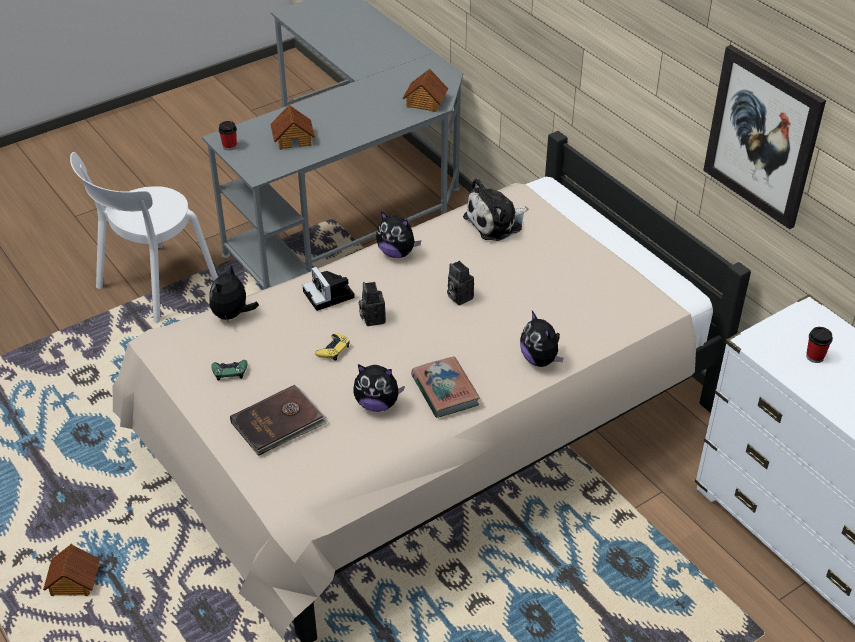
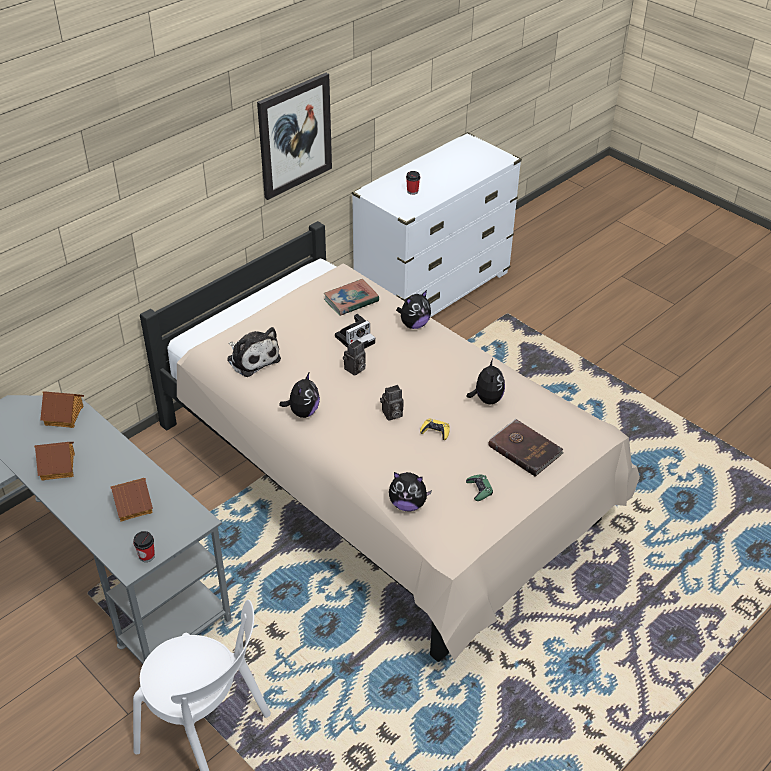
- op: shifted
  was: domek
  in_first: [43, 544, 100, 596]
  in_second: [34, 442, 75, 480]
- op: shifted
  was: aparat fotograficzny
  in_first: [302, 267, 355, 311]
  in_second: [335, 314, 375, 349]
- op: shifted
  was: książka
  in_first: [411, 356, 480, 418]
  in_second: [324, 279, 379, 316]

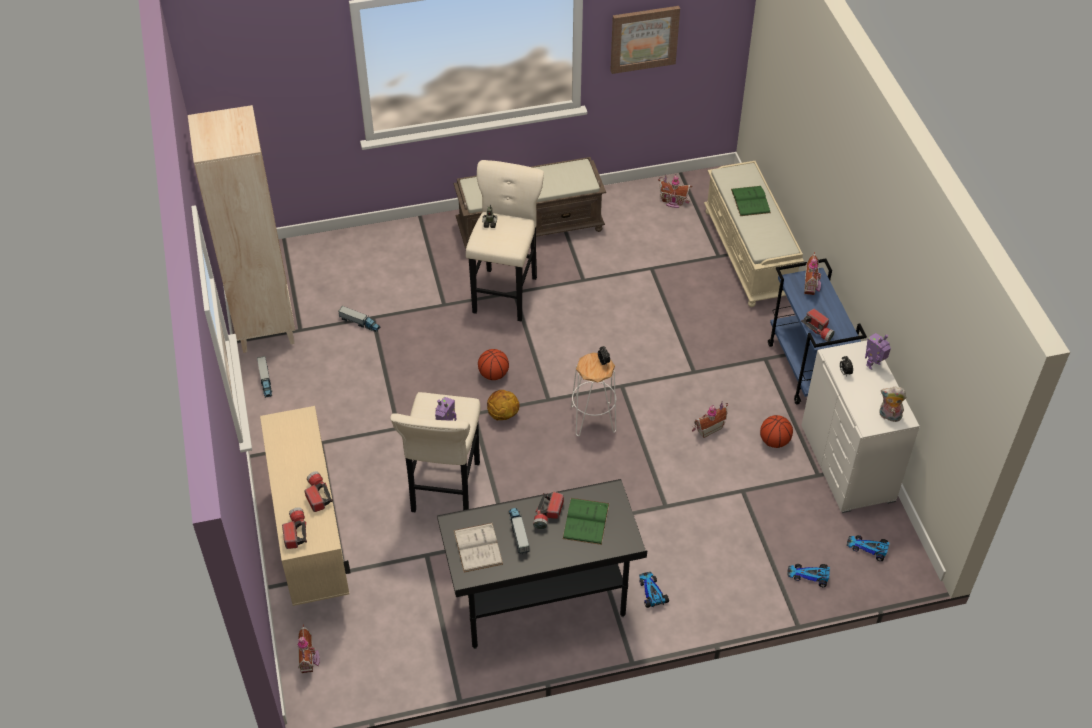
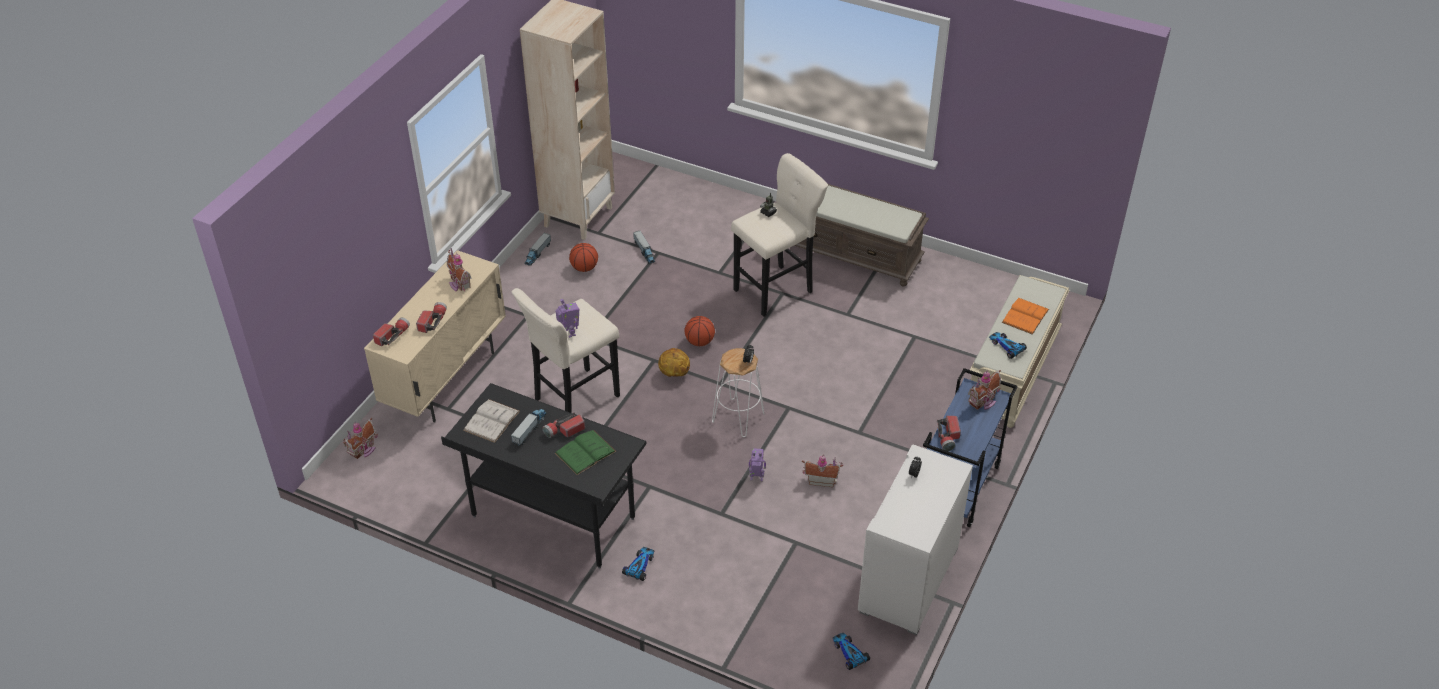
- op: gone
  was: obraz
  in_first: [610, 6, 680, 74]
- op: gone
  was: pluszak
  in_first: [879, 387, 906, 422]
- op: shifted
  was: domek
  in_first: [658, 174, 692, 208]
  in_second: [447, 248, 472, 292]
- op: shifted
  was: piłka do koszykówki
  in_first: [760, 415, 793, 448]
  in_second: [569, 243, 598, 272]
- op: shifted
  was: samochodzik
  in_first: [787, 564, 830, 587]
  in_second: [989, 332, 1027, 359]
- op: shifted
  was: robot zabawkowy
  in_first: [865, 333, 891, 370]
  in_second: [749, 448, 766, 481]
- op: repainted
  was: książka [zielony]
  now: książka [pomarańczowy]
  in_first: [731, 186, 771, 216]
  in_second: [1002, 298, 1049, 335]

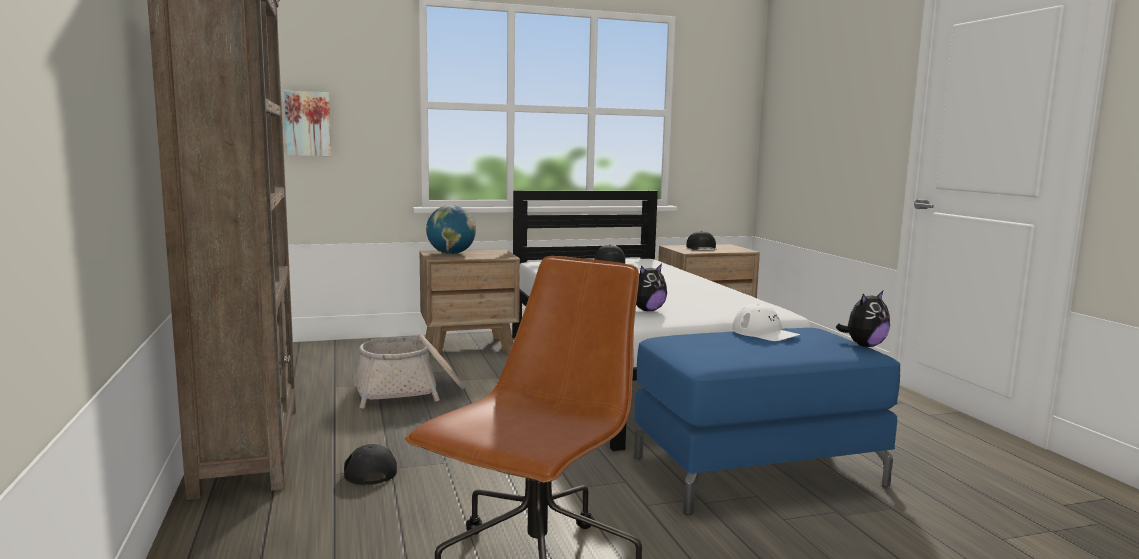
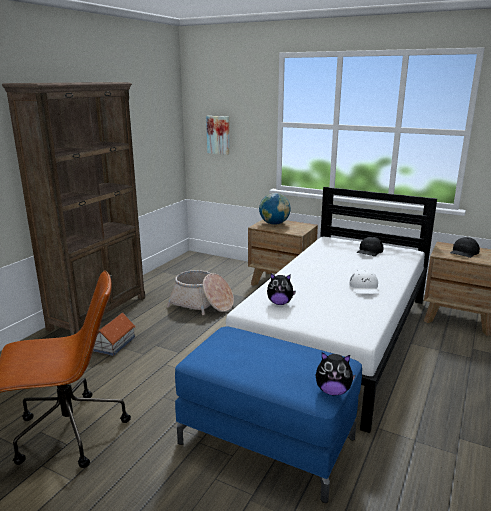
- op: shifted
  was: czapka z daszkiem [biały]
  in_first: [732, 304, 800, 341]
  in_second: [349, 269, 379, 294]
- op: swapped
  was: czapka z daszkiem [czarny]
  now: domek
  in_first: [344, 444, 397, 485]
  in_second: [93, 312, 136, 356]

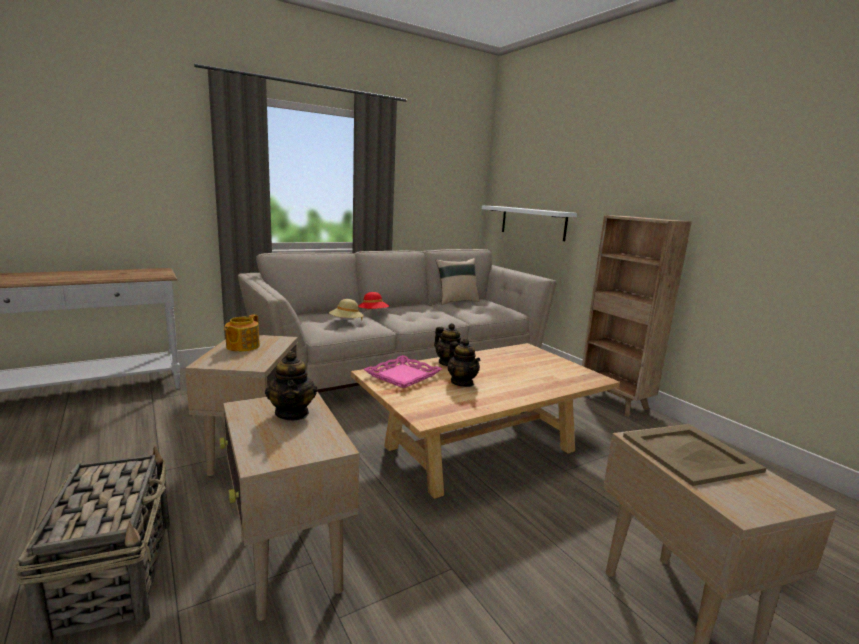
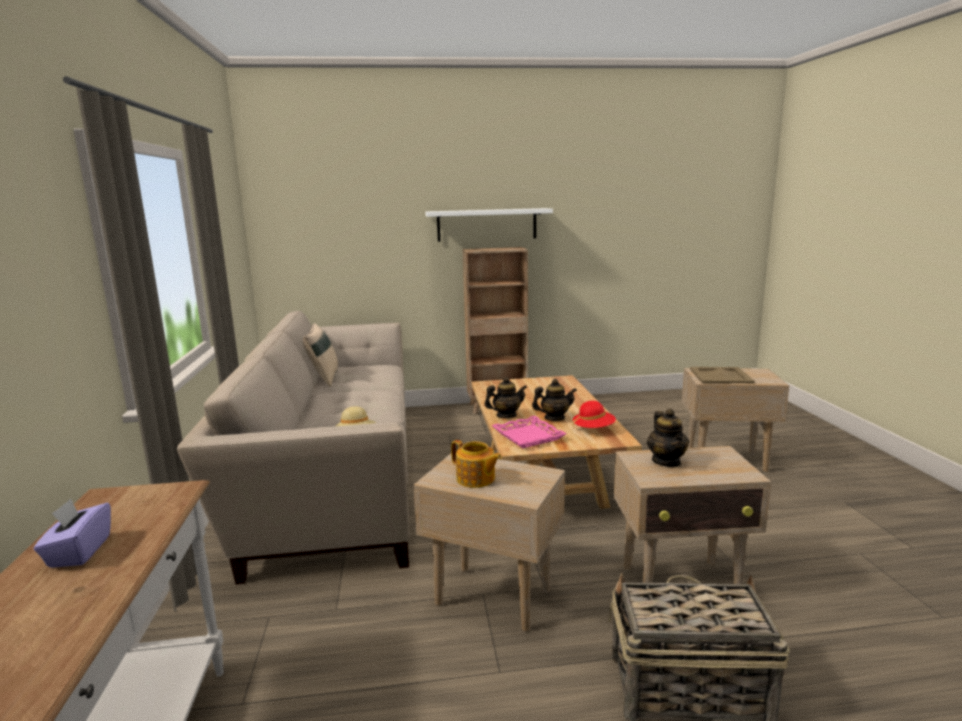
- op: new
  now: pudełko chusteczek [fioletowy]
  in_second: [34, 498, 111, 568]
- op: shifted
  was: kapelusz [czerwony]
  in_first: [358, 292, 389, 310]
  in_second: [573, 401, 616, 428]
- op: shifted
  was: półka [biały]
  in_first: [482, 206, 577, 241]
  in_second: [425, 208, 553, 242]
- op: rotated
  was: imbryk
  in_first: [265, 351, 317, 420]
  in_second: [647, 409, 689, 467]
  clockwise: 75

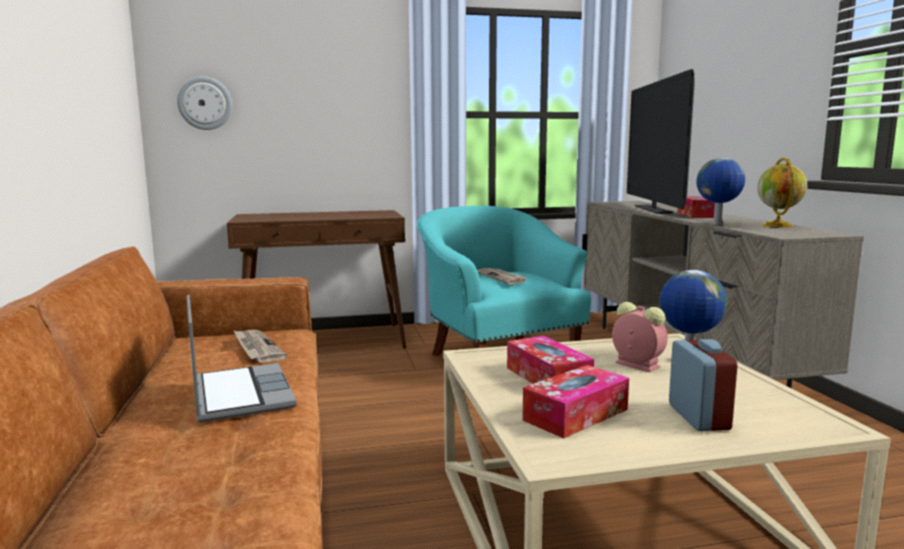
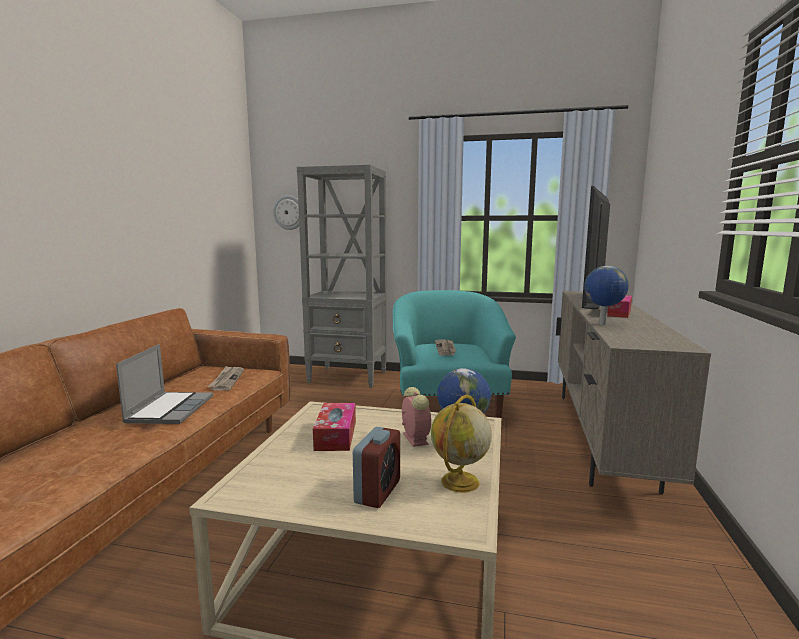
- op: gone
  was: pudełko chusteczek
  in_first: [523, 365, 629, 438]
- op: shifted
  was: globus
  in_first: [757, 158, 807, 228]
  in_second: [431, 395, 492, 493]
- op: swapped
  was: stolik konsolowy [brązowy]
  now: regał [szary]
  in_first: [227, 210, 406, 349]
  in_second: [297, 165, 387, 388]

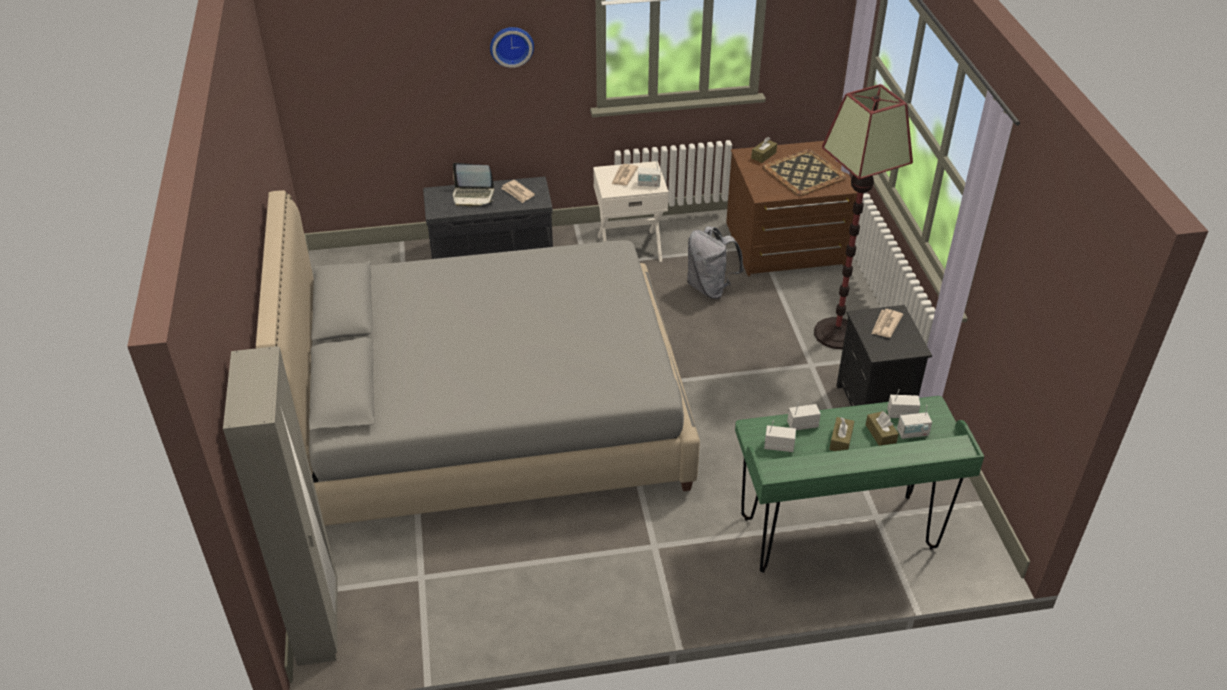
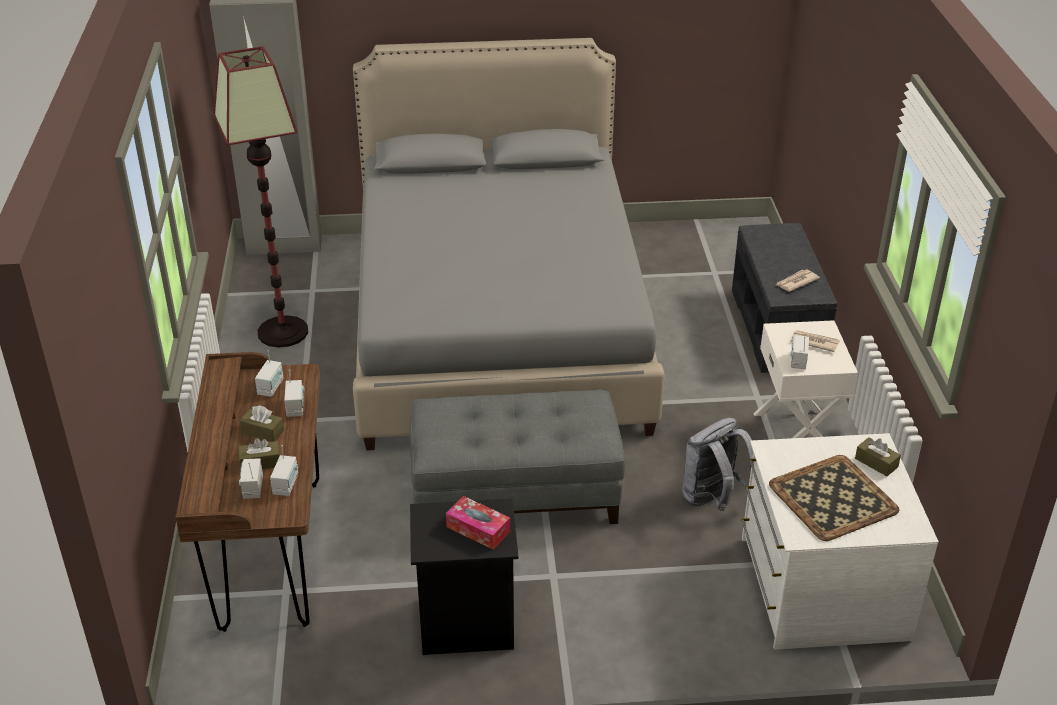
- op: gone
  was: laptop
  in_first: [452, 163, 494, 207]
- op: gone
  was: zegar ścienny
  in_first: [490, 27, 534, 68]
- op: new
  now: pufa [szary]
  in_second: [410, 389, 626, 524]
- op: shifted
  was: lampa stojąca
  in_first: [814, 84, 913, 349]
  in_second: [213, 46, 308, 348]
- op: swapped
  was: gazeta
  now: pudełko chusteczek
  in_first: [871, 309, 903, 338]
  in_second: [446, 496, 510, 550]
- op: repainted
  was: komoda [brązowy]
  now: komoda [biały]
  in_first: [726, 141, 857, 276]
  in_second: [741, 433, 939, 650]
- op: repainted
  was: biurko [zielony]
  now: biurko [brązowy]
  in_first: [735, 396, 984, 573]
  in_second: [175, 352, 320, 632]

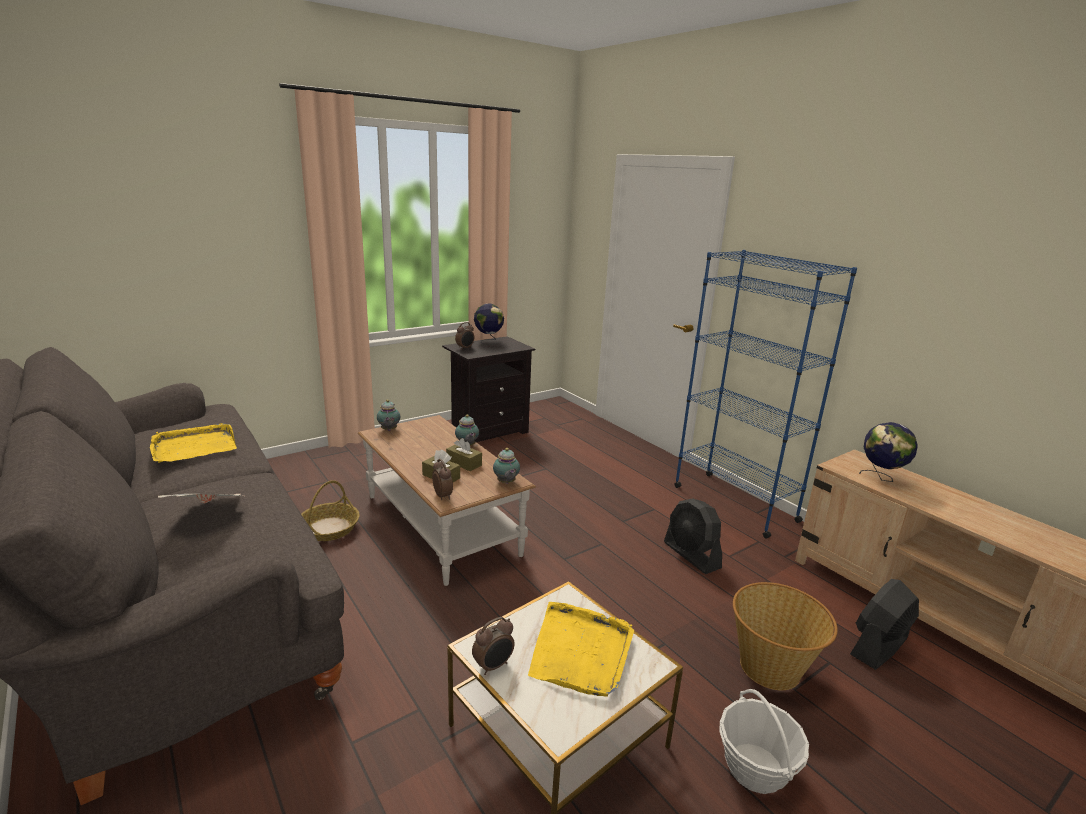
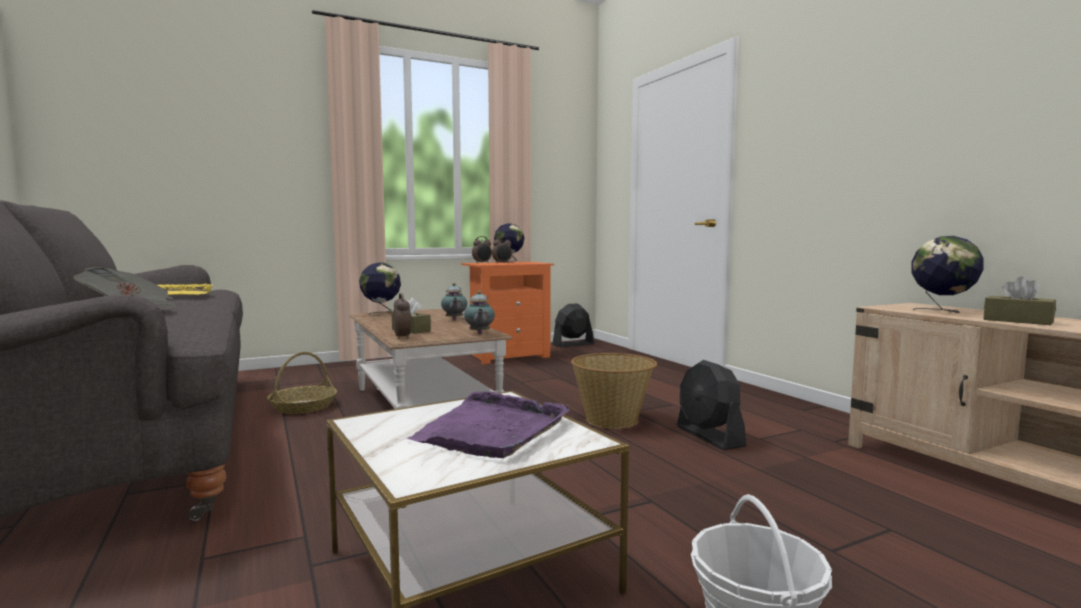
- op: gone
  was: regał [niebieski]
  in_first: [674, 250, 857, 539]
- op: shifted
  was: pudełko chusteczek [brązowy]
  in_first: [446, 438, 482, 471]
  in_second: [983, 277, 1056, 325]
- op: shifted
  was: budzik
  in_first: [472, 617, 515, 675]
  in_second: [492, 236, 512, 264]
- op: shifted
  was: koszyk
  in_first: [733, 582, 838, 690]
  in_second: [571, 353, 657, 429]
- op: shifted
  was: wentylator [czarny]
  in_first: [850, 579, 919, 670]
  in_second: [552, 303, 594, 347]
- op: swapped
  was: imbryk
  now: globus
  in_first: [377, 400, 400, 431]
  in_second: [359, 262, 401, 316]
- op: repainted
  was: szafka nocna [czarny]
  now: szafka nocna [pomarańczowy]
  in_first: [442, 336, 535, 442]
  in_second: [461, 262, 554, 364]
- op: repainted
  was: taca [żółty]
  now: taca [fioletowy]
  in_first: [528, 602, 634, 697]
  in_second: [407, 392, 570, 458]

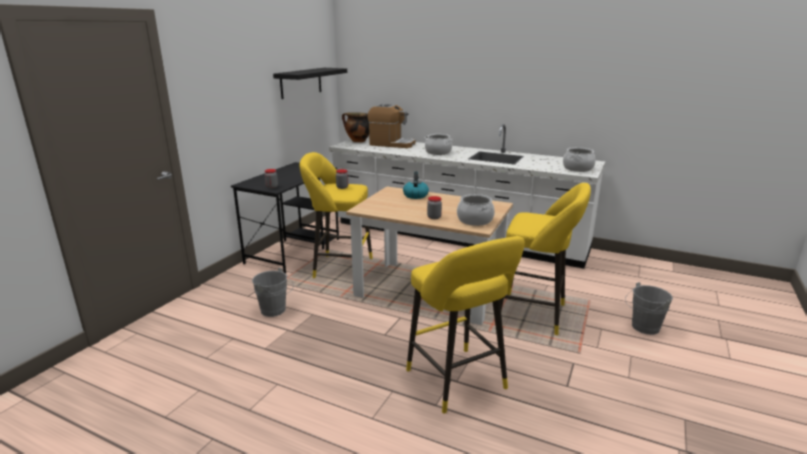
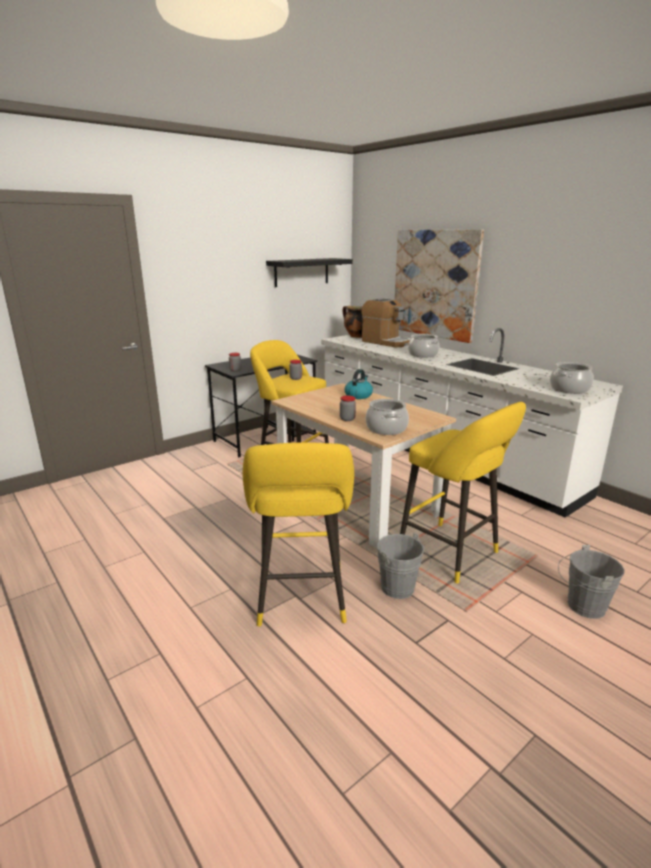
- op: new
  now: obraz
  in_second: [395, 229, 484, 343]
- op: shifted
  was: wiadro [szary]
  in_first: [252, 268, 294, 317]
  in_second: [377, 533, 431, 599]

